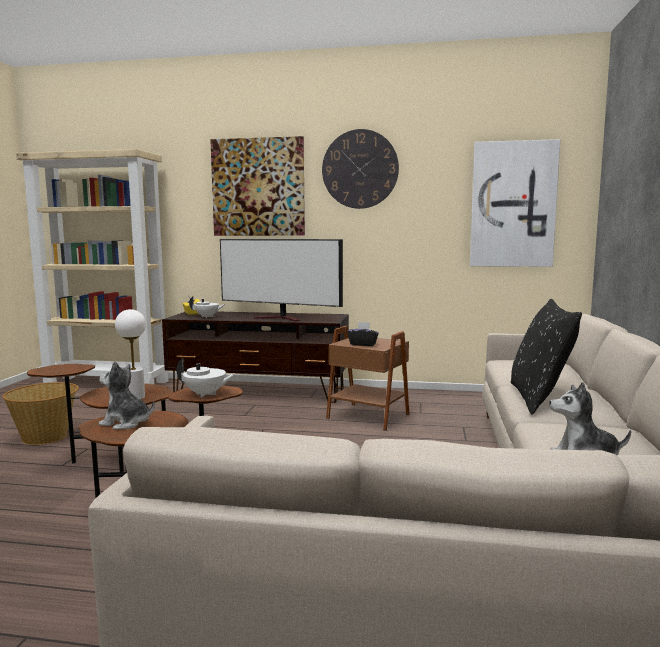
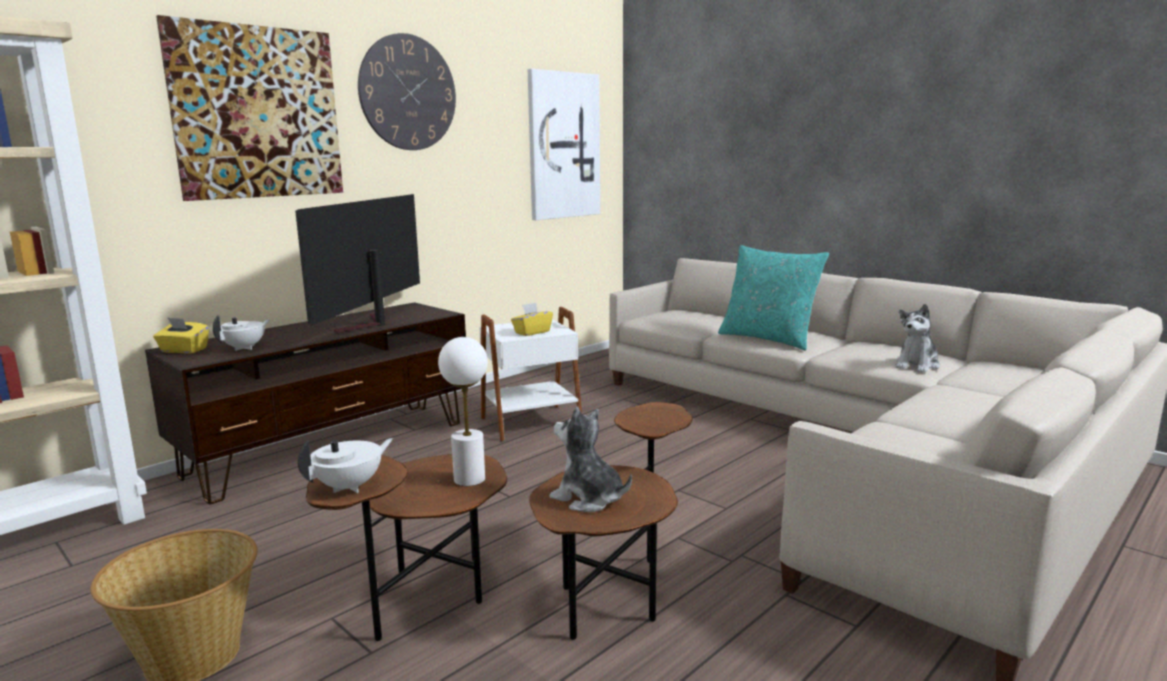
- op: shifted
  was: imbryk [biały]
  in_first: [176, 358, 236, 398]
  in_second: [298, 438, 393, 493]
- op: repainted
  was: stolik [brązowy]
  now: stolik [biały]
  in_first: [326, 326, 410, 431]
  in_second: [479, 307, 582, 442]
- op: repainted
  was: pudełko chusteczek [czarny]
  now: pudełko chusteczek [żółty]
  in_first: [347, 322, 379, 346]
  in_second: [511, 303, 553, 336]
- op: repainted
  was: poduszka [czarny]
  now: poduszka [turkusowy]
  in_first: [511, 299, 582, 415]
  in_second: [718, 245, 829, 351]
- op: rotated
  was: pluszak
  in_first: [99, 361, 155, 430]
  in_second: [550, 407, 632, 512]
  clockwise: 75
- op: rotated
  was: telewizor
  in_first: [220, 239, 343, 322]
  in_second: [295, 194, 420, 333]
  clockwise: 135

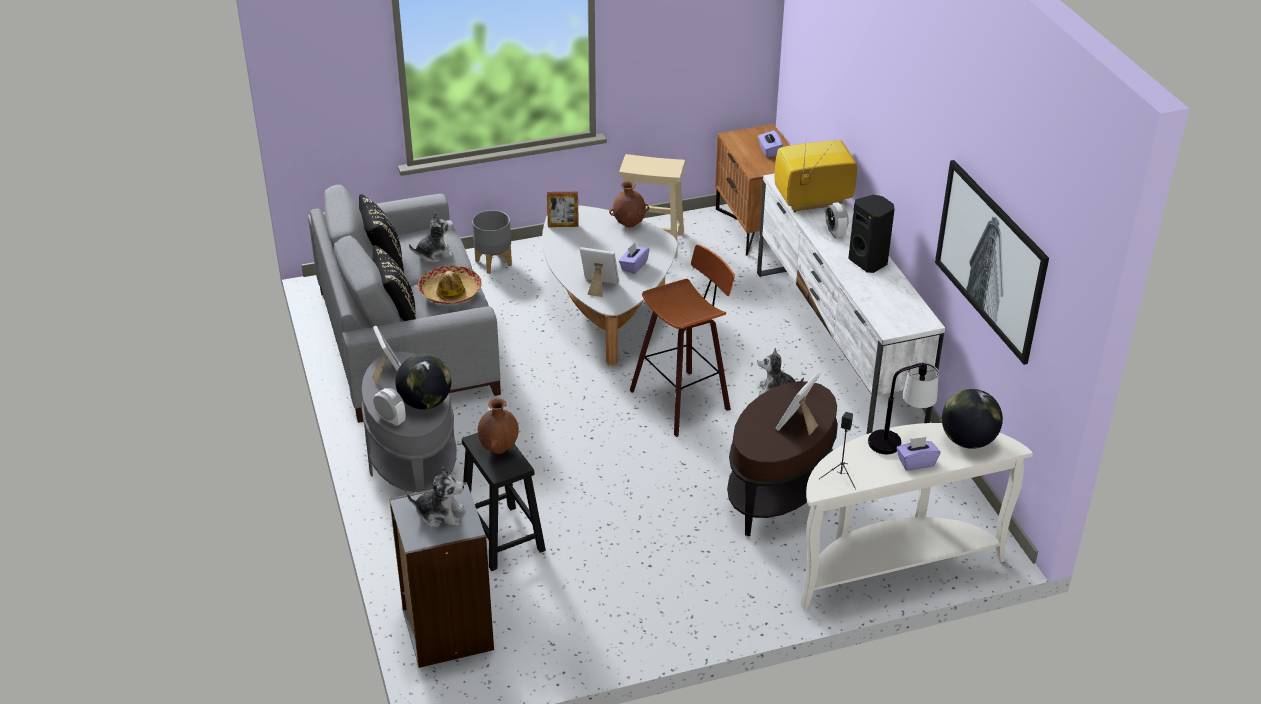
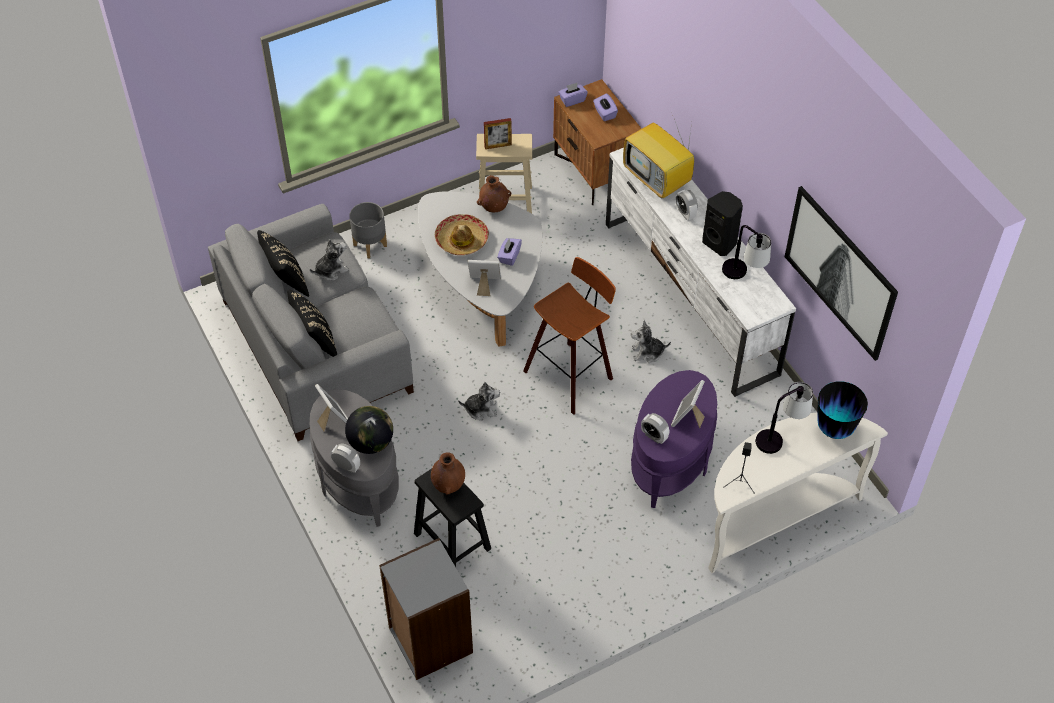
- op: new
  now: budzik
  in_second: [641, 413, 669, 444]
- op: new
  now: lampa stołowa
  in_second: [722, 225, 771, 279]
- op: shifted
  was: pluszak
  in_first: [407, 467, 465, 528]
  in_second: [458, 382, 500, 420]
- op: shifted
  was: kapelusz
  in_first: [418, 265, 482, 304]
  in_second: [435, 214, 489, 255]
- op: shifted
  was: ramka na zdjęcie
  in_first: [547, 192, 579, 227]
  in_second: [484, 118, 512, 149]
- op: shifted
  was: pudełko chusteczek [fioletowy]
  in_first: [896, 437, 940, 471]
  in_second: [558, 83, 588, 107]
- op: swapped
  was: globus
  now: wazon
  in_first: [942, 389, 1003, 449]
  in_second: [817, 381, 868, 439]
- op: repainted
  was: stolik [brązowy]
  now: stolik [fioletowy]
  in_first: [727, 381, 838, 536]
  in_second: [631, 370, 717, 508]
- op: rotated
  was: telewizor
  in_first: [775, 135, 857, 212]
  in_second: [623, 119, 694, 199]
  clockwise: -105

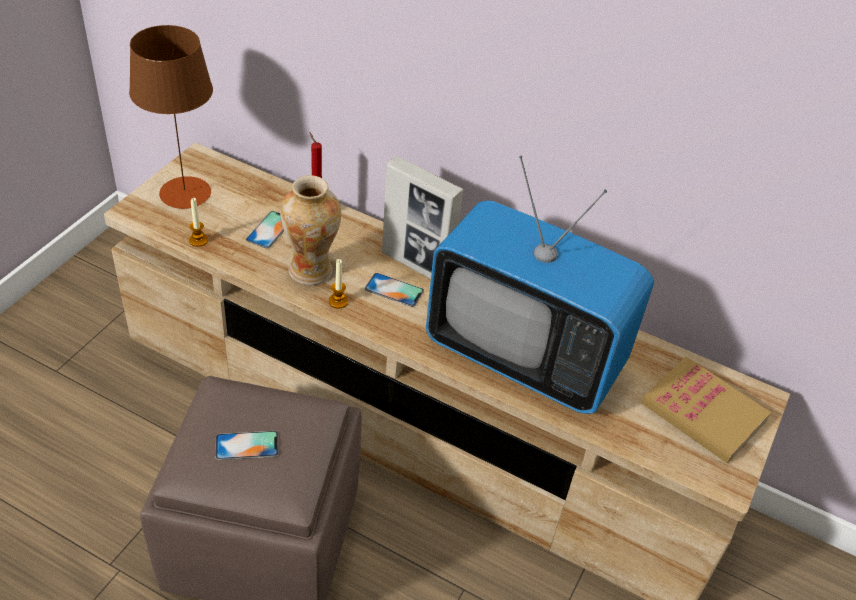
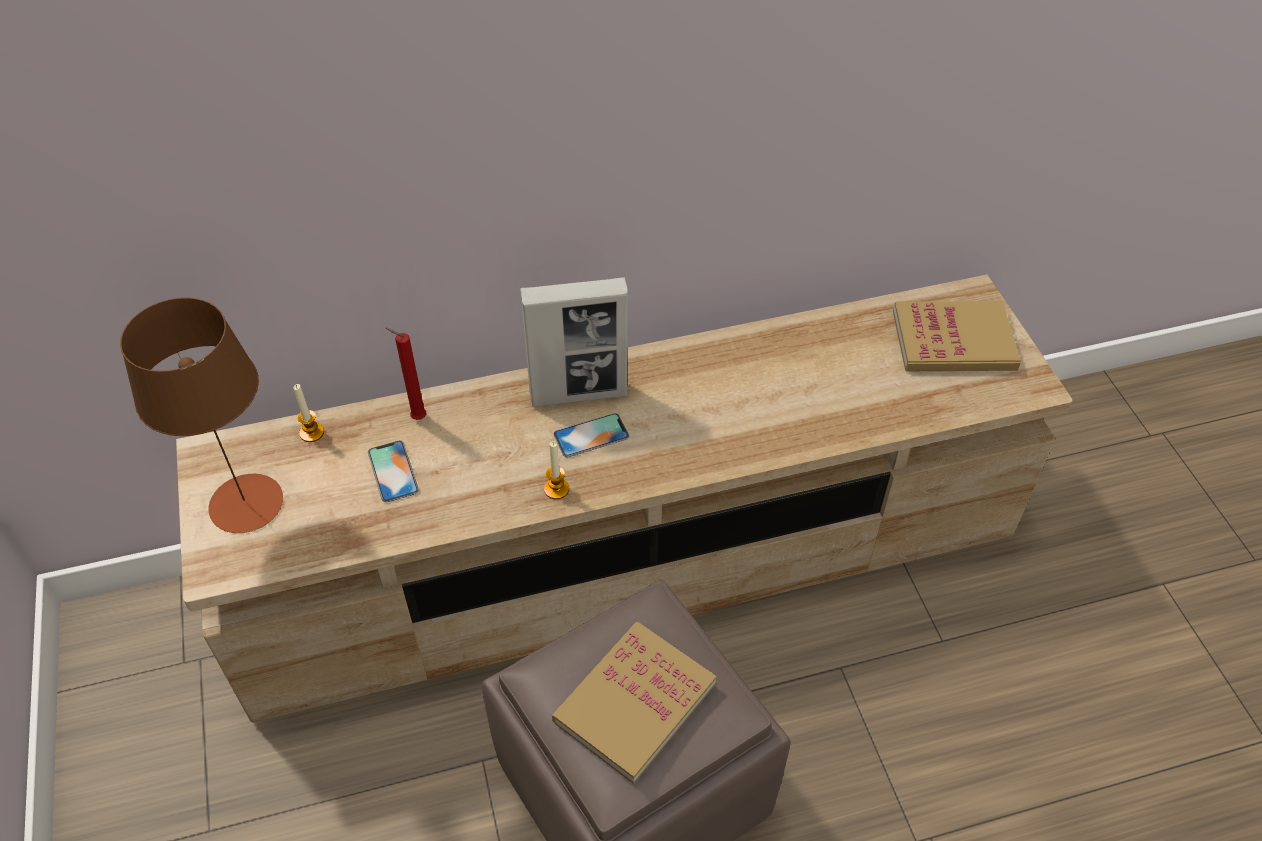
- op: gone
  was: wazon
  in_first: [280, 175, 341, 285]
- op: gone
  was: telewizor
  in_first: [426, 156, 654, 414]
- op: shifted
  was: świeca
  in_first: [189, 198, 208, 247]
  in_second: [293, 384, 324, 442]
- op: swapped
  was: telefon
  now: książka
  in_first: [215, 431, 279, 460]
  in_second: [552, 622, 717, 784]

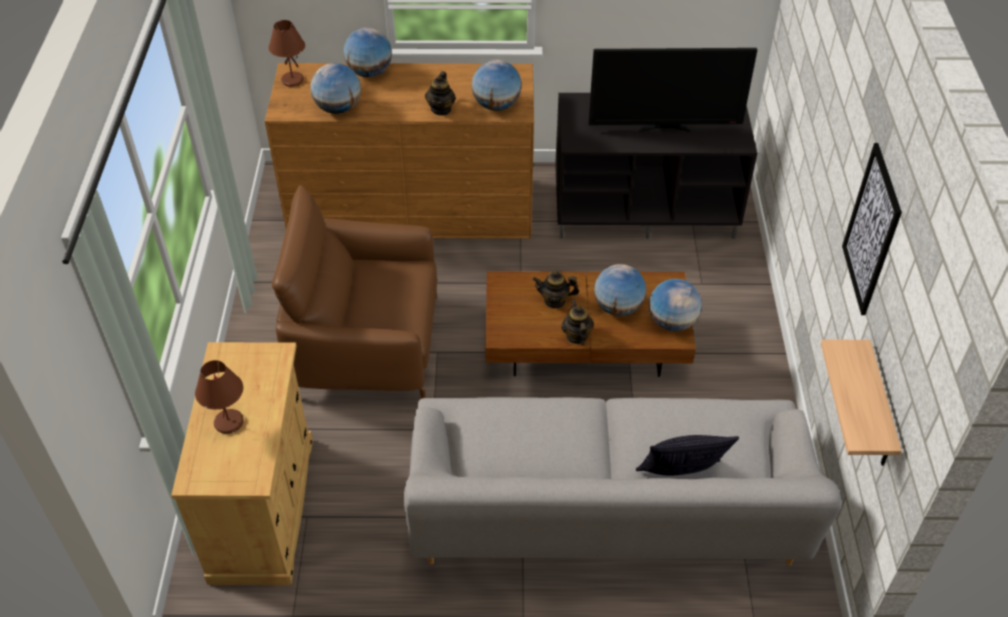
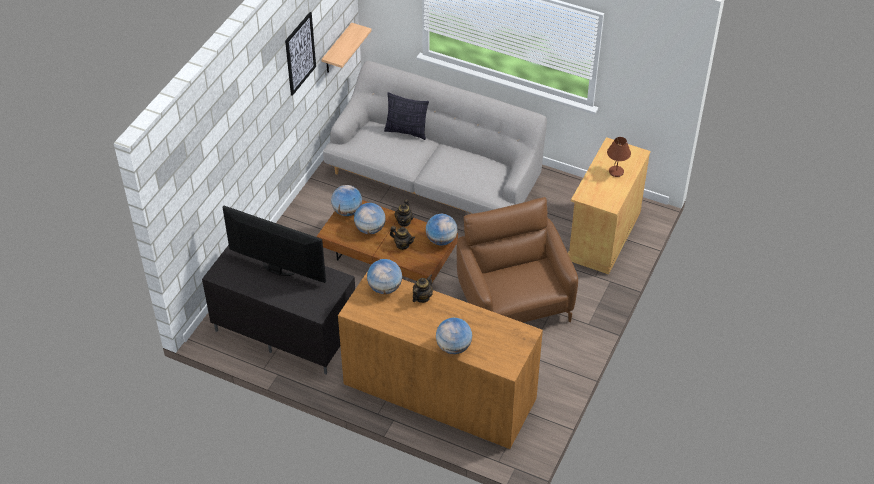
- op: gone
  was: lampa stołowa [brązowy]
  in_first: [269, 20, 305, 87]
- op: shifted
  was: globus
  in_first: [310, 63, 361, 114]
  in_second: [426, 214, 457, 246]
- op: rotated
  was: fotel [brązowy]
  in_first: [272, 185, 437, 399]
  in_second: [457, 197, 578, 323]
  clockwise: -135

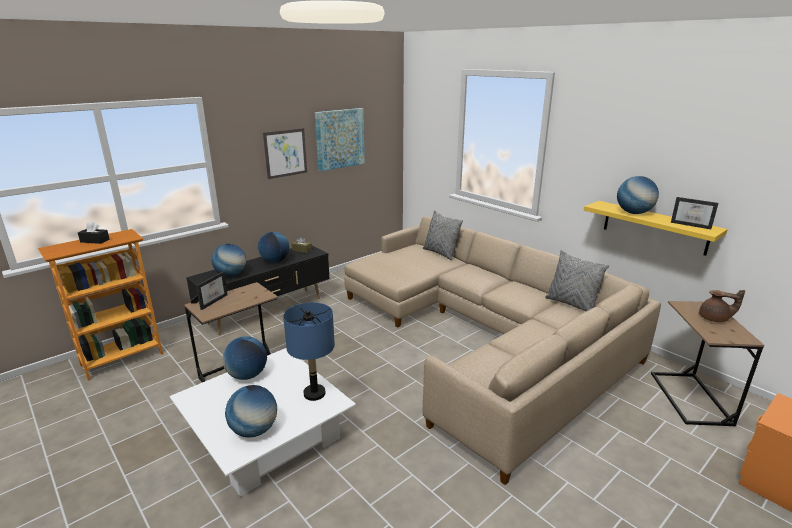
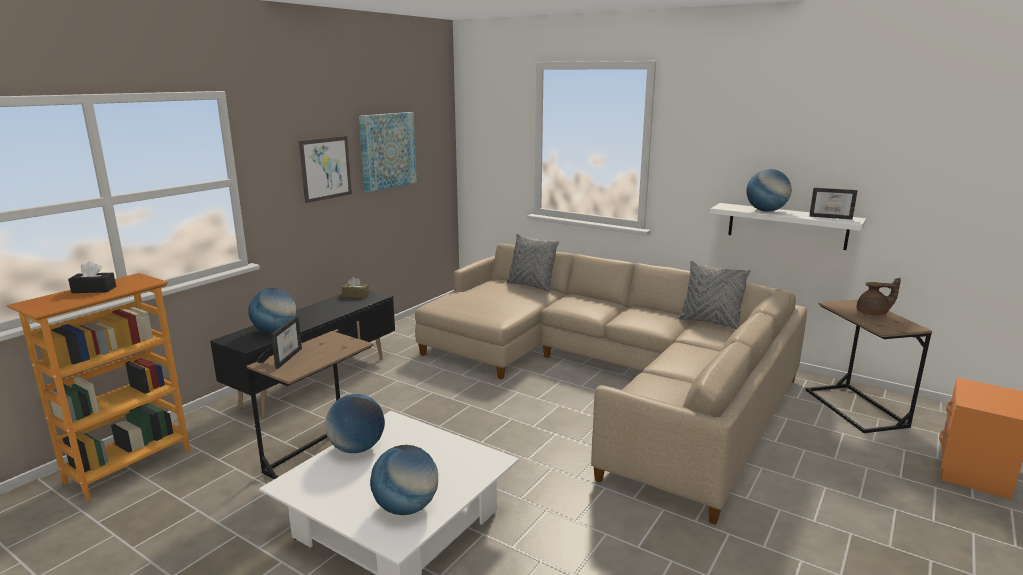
- op: gone
  was: globus
  in_first: [258, 232, 289, 262]
- op: gone
  was: lampa stołowa [niebieski]
  in_first: [283, 302, 335, 401]
- op: repainted
  was: półka [żółty]
  now: półka [biały]
  in_first: [584, 201, 728, 256]
  in_second: [710, 203, 867, 250]

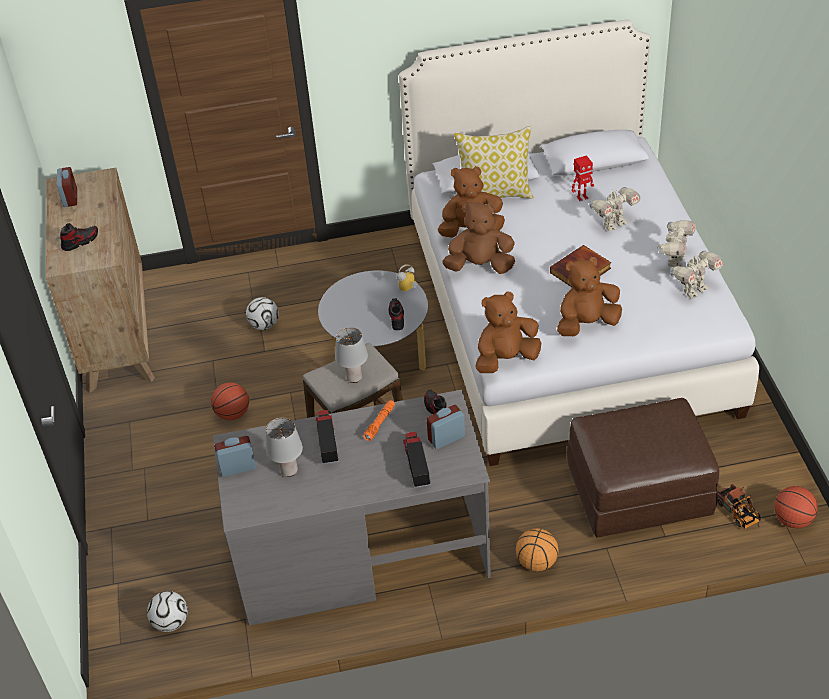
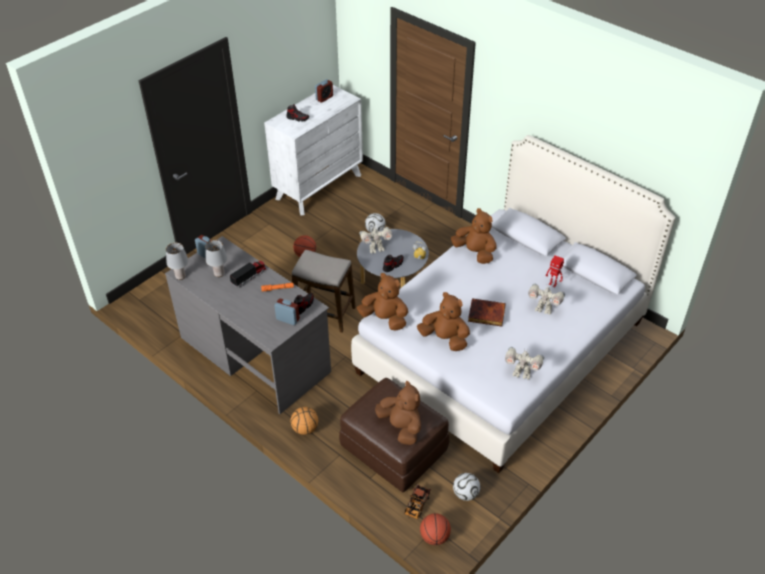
- op: gone
  was: ciężarówka zabawkowa
  in_first: [403, 432, 431, 488]
- op: gone
  was: poduszka
  in_first: [454, 126, 534, 199]
- op: shifted
  was: piłka futbolowa
  in_first: [147, 591, 188, 632]
  in_second: [453, 473, 480, 501]
- op: shifted
  was: lampa stołowa [szary]
  in_first: [335, 327, 368, 383]
  in_second: [166, 243, 189, 280]
- op: shifted
  was: pluszak [brązowy]
  in_first: [442, 201, 515, 274]
  in_second: [375, 381, 421, 445]
- op: shifted
  was: robot zabawkowy
  in_first: [657, 220, 696, 268]
  in_second: [359, 227, 392, 254]
- op: repainted
  was: komoda [brązowy]
  now: komoda [biały]
  in_first: [46, 168, 155, 393]
  in_second: [264, 85, 363, 216]

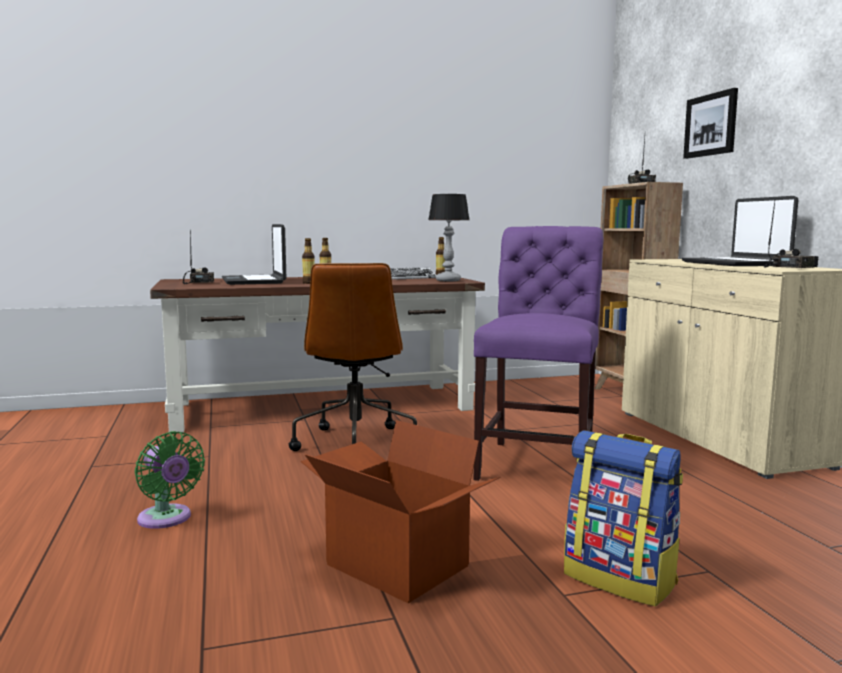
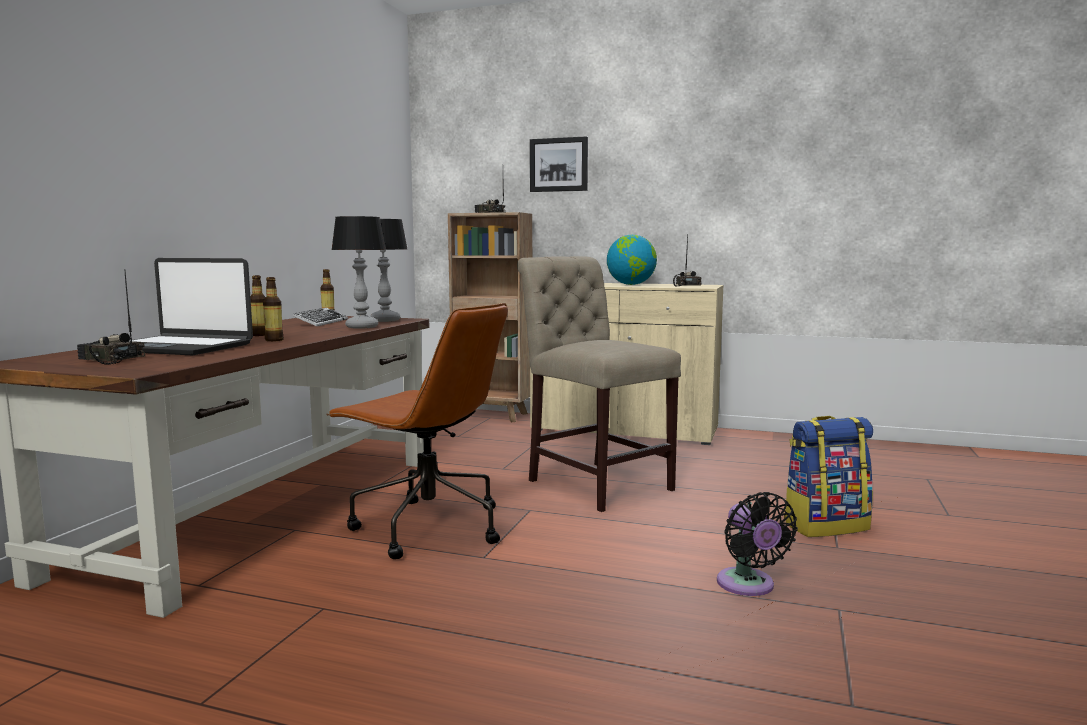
- op: gone
  was: wentylator [zielony]
  in_first: [135, 431, 205, 529]
- op: new
  now: lampa stołowa
  in_second: [331, 216, 386, 329]
- op: swapped
  was: karton
  now: wentylator [czarny]
  in_first: [301, 420, 501, 603]
  in_second: [717, 492, 798, 596]
- op: swapped
  was: laptop
  now: globus
  in_first: [682, 196, 798, 266]
  in_second: [607, 235, 657, 285]
- op: repainted
  was: krzesło [fioletowy]
  now: krzesło [beżowy]
  in_first: [474, 226, 603, 481]
  in_second: [517, 256, 681, 512]

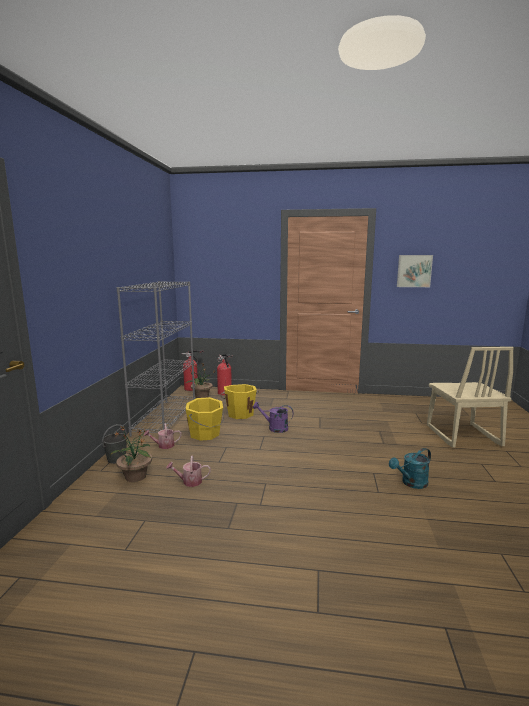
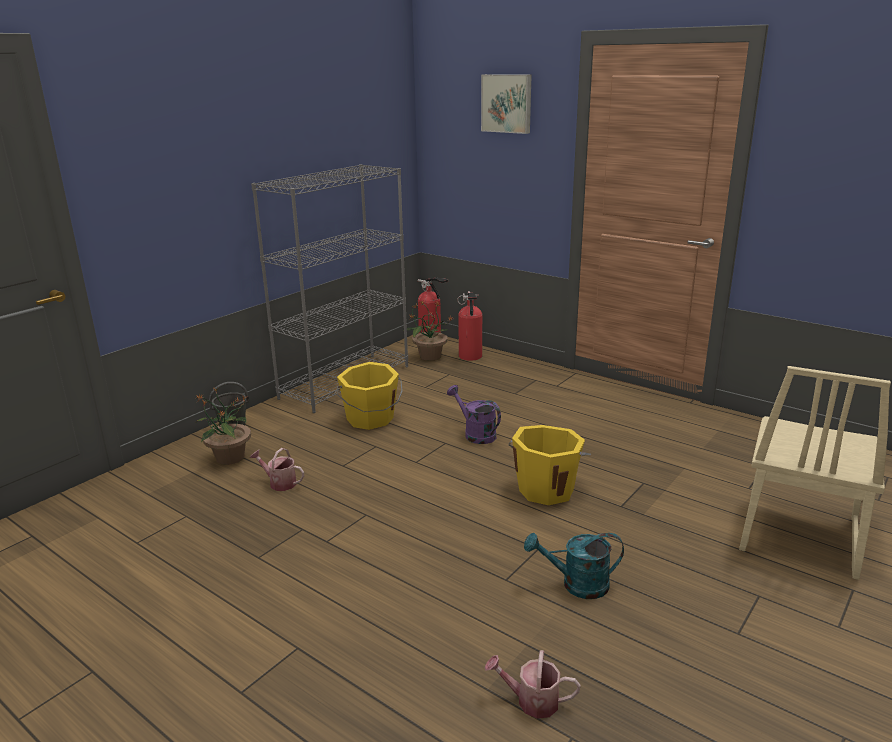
- op: shifted
  was: konewka
  in_first: [143, 423, 182, 449]
  in_second: [485, 650, 580, 719]
- op: shifted
  was: wiadro [żółty]
  in_first: [220, 384, 259, 419]
  in_second: [508, 425, 591, 505]
- op: shifted
  was: obraz
  in_first: [397, 255, 433, 287]
  in_second: [481, 74, 532, 134]

